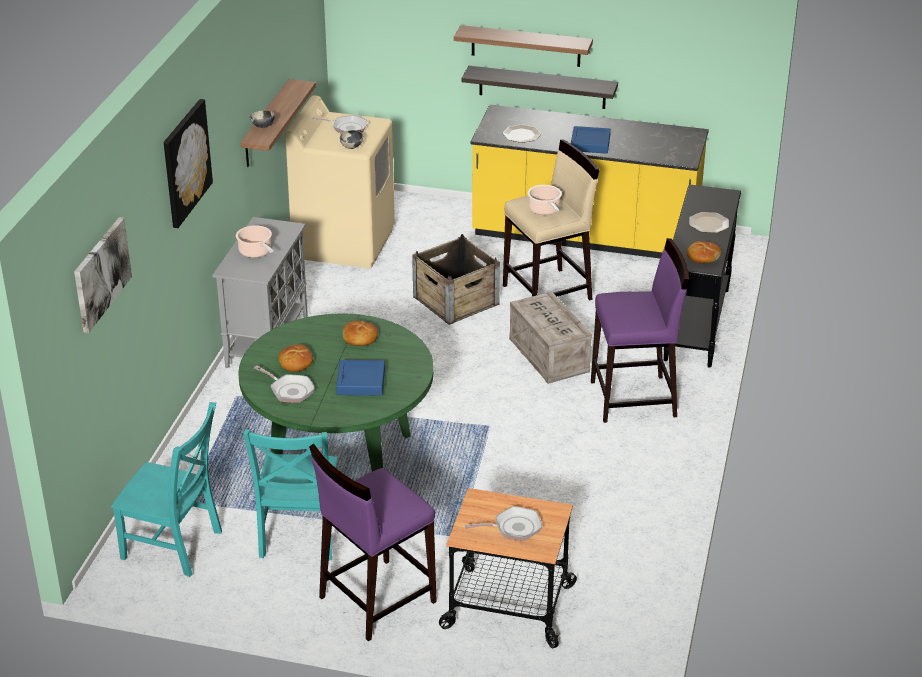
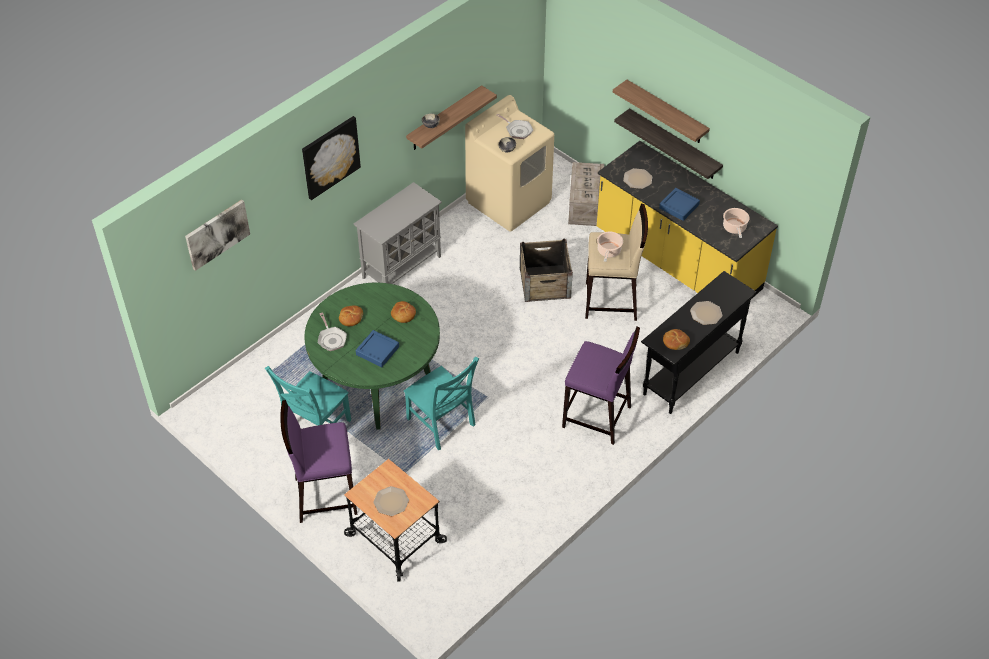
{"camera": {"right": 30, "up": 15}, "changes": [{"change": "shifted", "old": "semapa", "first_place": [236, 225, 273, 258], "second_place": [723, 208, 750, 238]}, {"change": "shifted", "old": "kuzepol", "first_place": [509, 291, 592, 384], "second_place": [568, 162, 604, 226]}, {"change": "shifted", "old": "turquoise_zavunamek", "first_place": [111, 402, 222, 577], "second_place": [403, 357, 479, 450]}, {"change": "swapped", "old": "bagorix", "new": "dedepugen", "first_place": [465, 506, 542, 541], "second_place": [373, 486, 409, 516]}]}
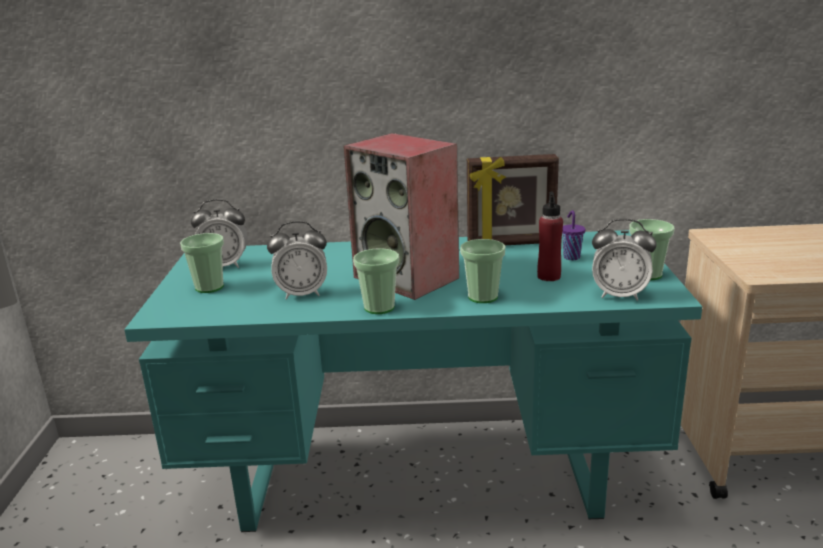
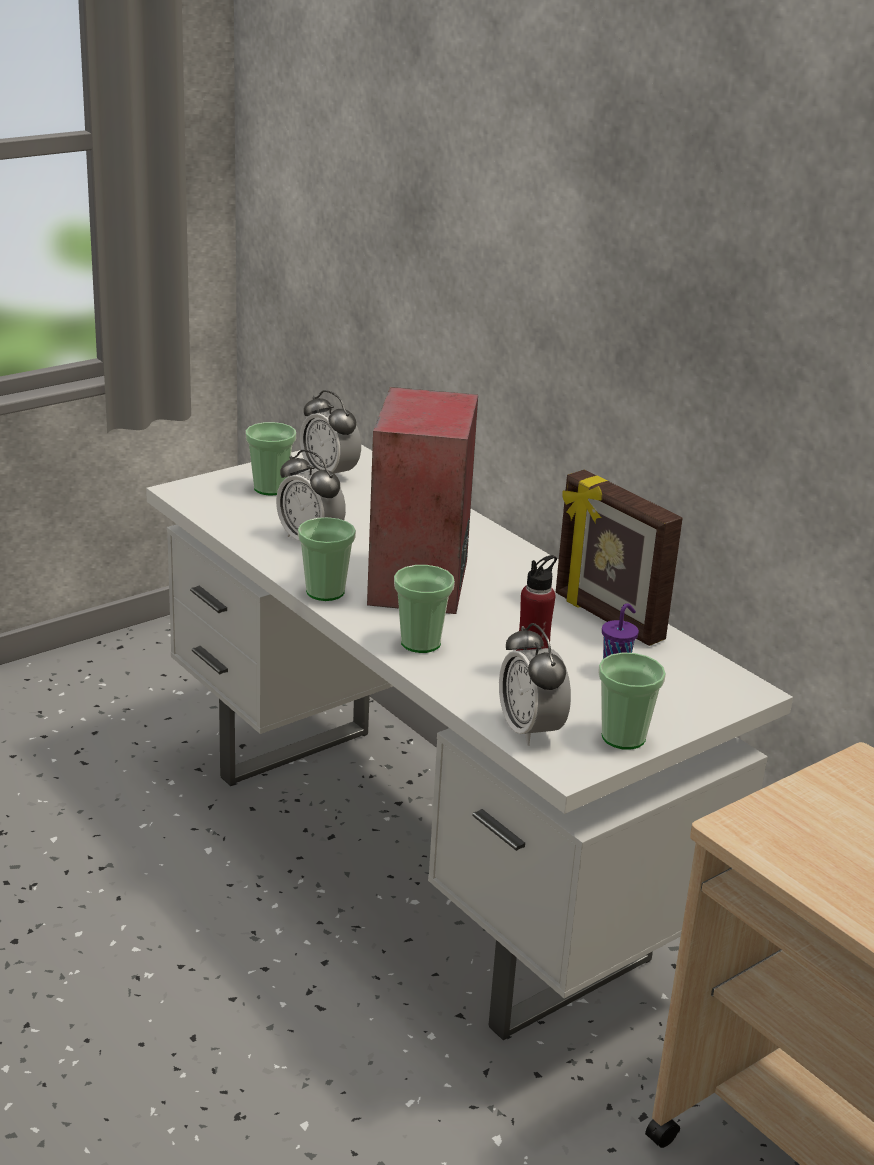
{"camera": {"right": 50, "up": 5}, "changes": [{"change": "repainted", "old": "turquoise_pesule", "new": "white_pesule", "first_place": [124, 230, 702, 532], "second_place": [146, 444, 793, 1040]}]}
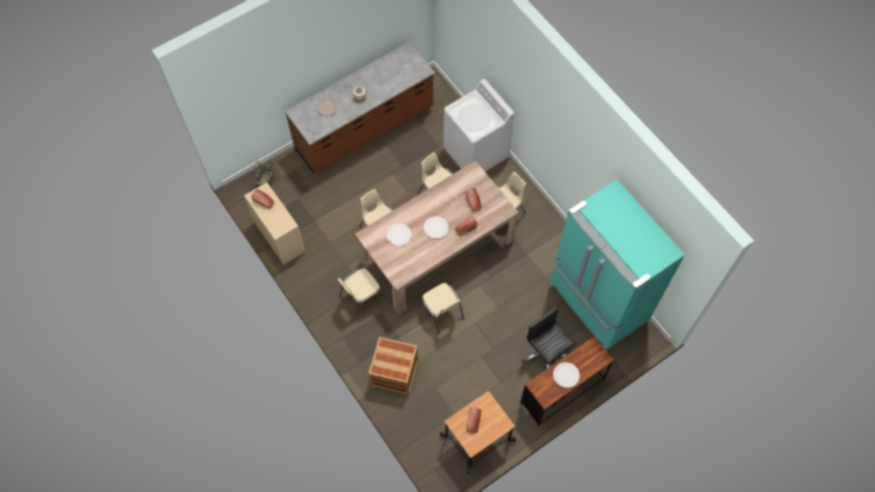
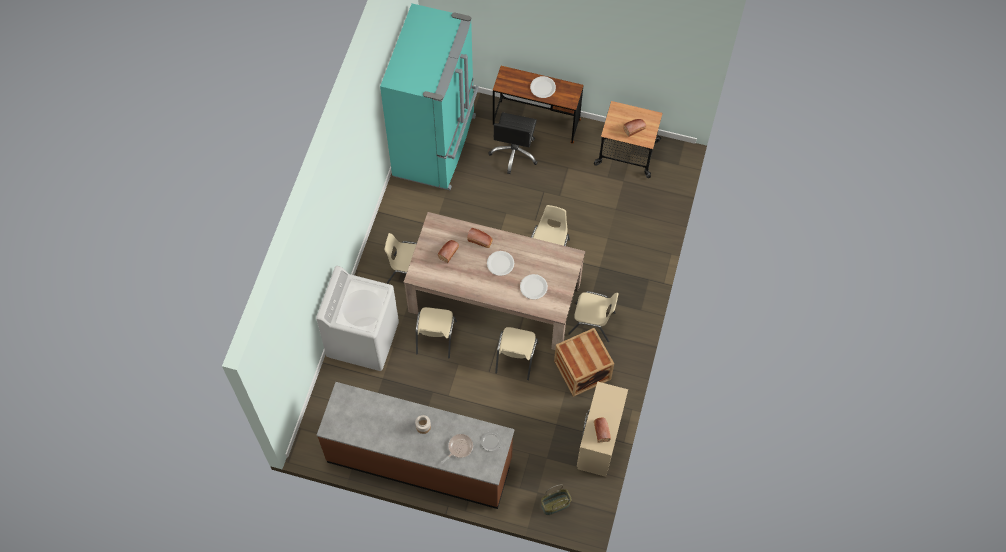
{"camera": {"right": -130, "up": 0}, "changes": [{"change": "shifted", "old": "kuzepol", "first_place": [368, 337, 418, 395], "second_place": [554, 328, 614, 397]}]}
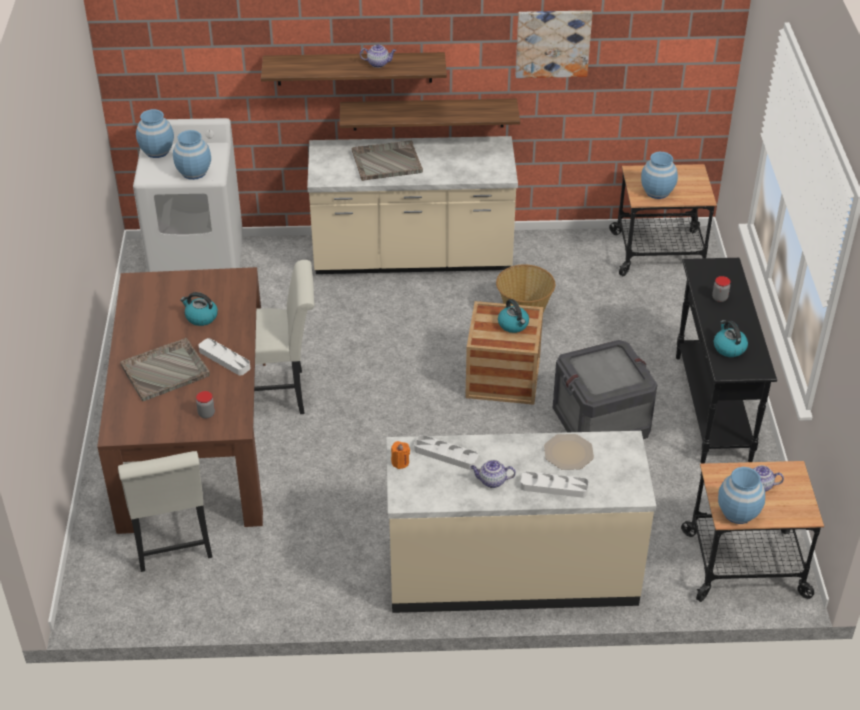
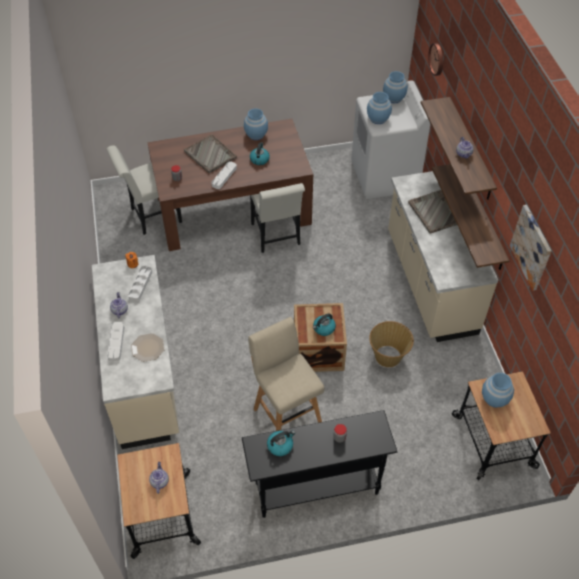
{"camera": {"right": 80, "up": 10}, "changes": [{"change": "swapped", "old": "kuzepol", "new": "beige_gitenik", "first_place": [553, 340, 658, 439], "second_place": [248, 317, 324, 431]}, {"change": "shifted", "old": "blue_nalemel", "first_place": [718, 467, 765, 524], "second_place": [244, 109, 268, 140]}, {"change": "new", "new": "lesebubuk", "second_place": [428, 43, 443, 76]}]}
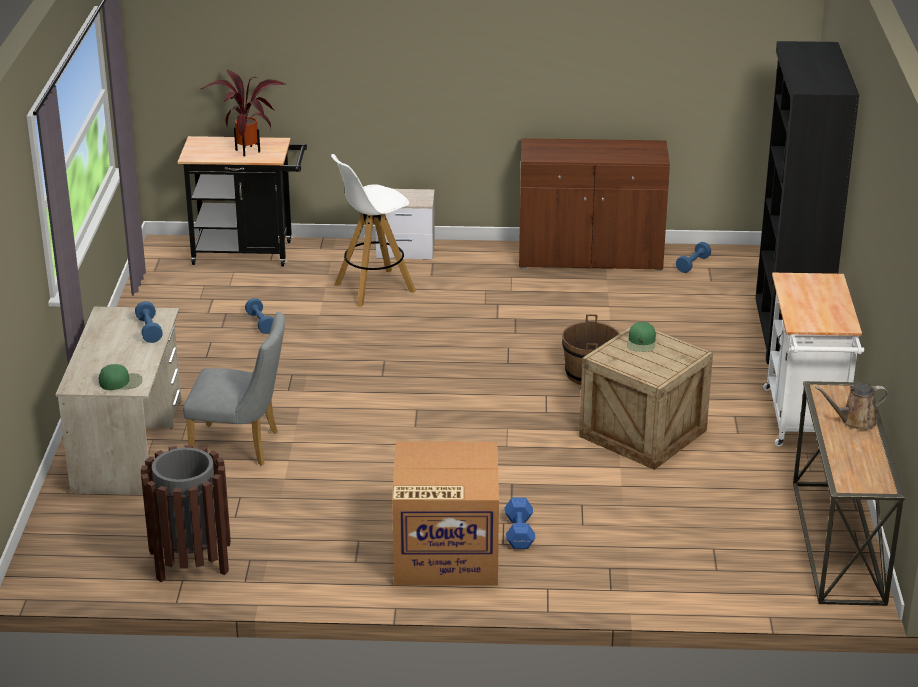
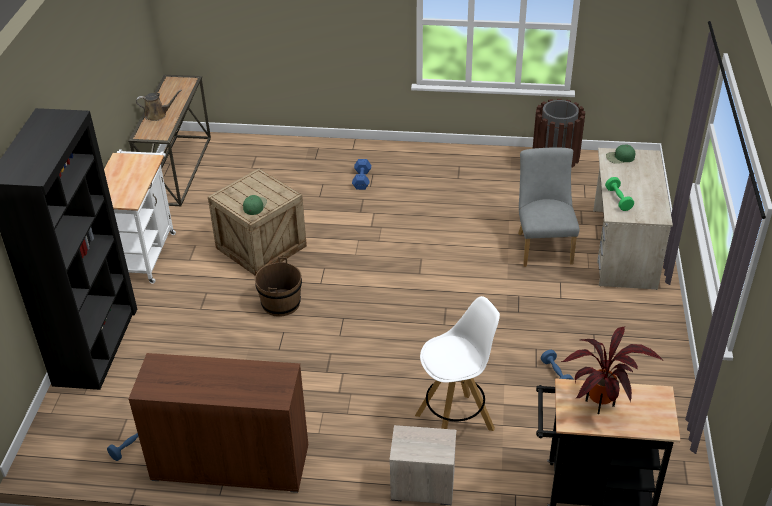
{"camera": {"right": -175, "up": 10}, "changes": [{"change": "repainted", "old": "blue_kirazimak", "new": "green_kirazimak", "first_place": [135, 301, 163, 343], "second_place": [605, 177, 634, 211]}, {"change": "rotated", "old": "grey_zavunamek", "first_place": [183, 311, 285, 466], "second_place": [518, 148, 579, 267], "degrees": 75}, {"change": "gone", "old": "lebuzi", "first_place": [392, 442, 499, 585]}]}
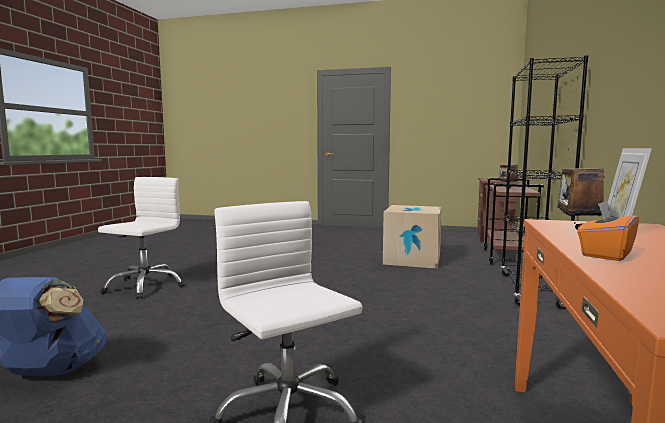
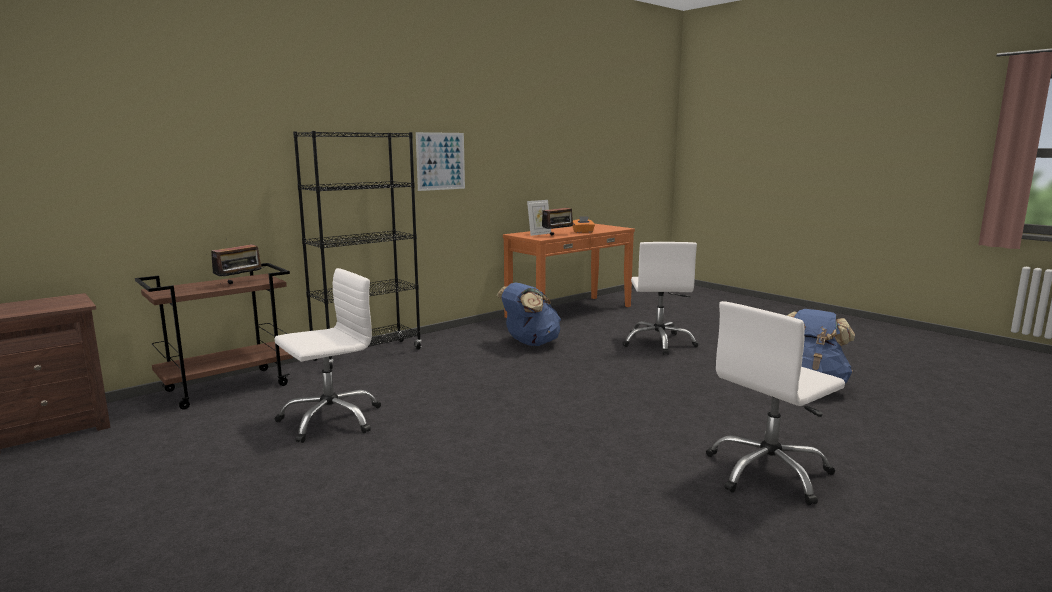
{"camera": {"right": -145, "up": 5}, "changes": [{"change": "swapped", "old": "lebuzi", "new": "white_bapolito", "first_place": [383, 205, 442, 269], "second_place": [274, 268, 381, 443]}, {"change": "new", "new": "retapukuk", "second_place": [416, 132, 465, 191]}, {"change": "new", "new": "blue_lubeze", "second_place": [497, 282, 561, 346]}]}
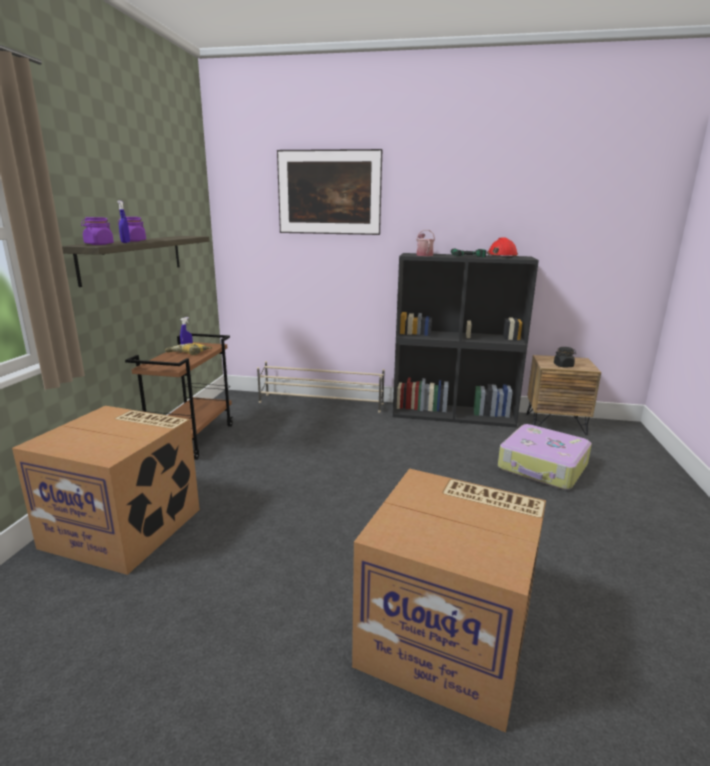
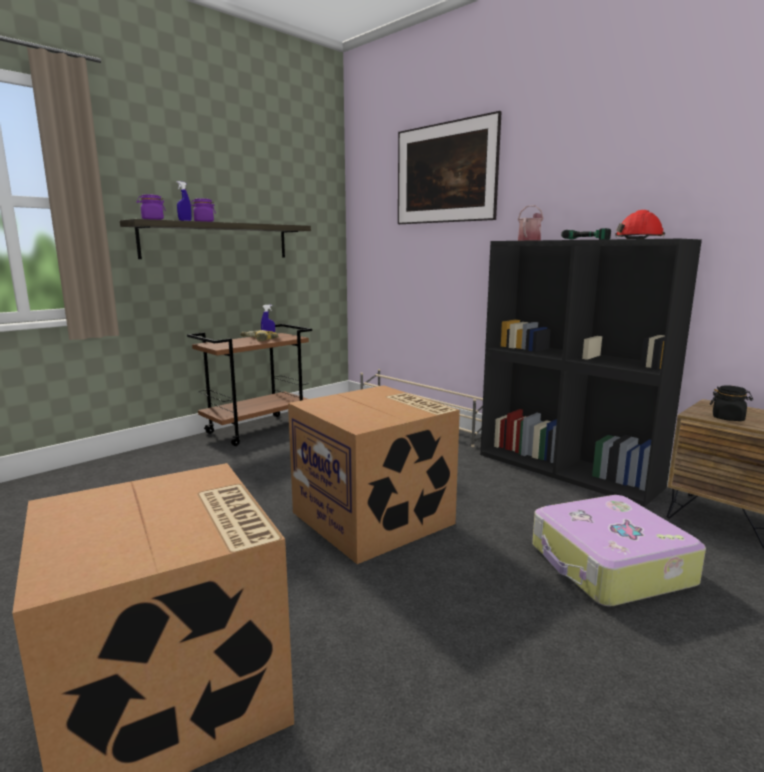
{"camera": {"right": 35, "up": -5}, "changes": [{"change": "shifted", "old": "lebuzi", "first_place": [12, 406, 200, 575], "second_place": [288, 385, 460, 564]}]}
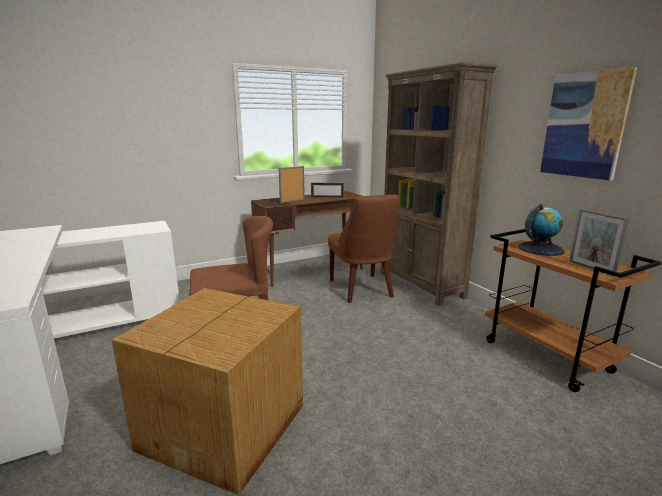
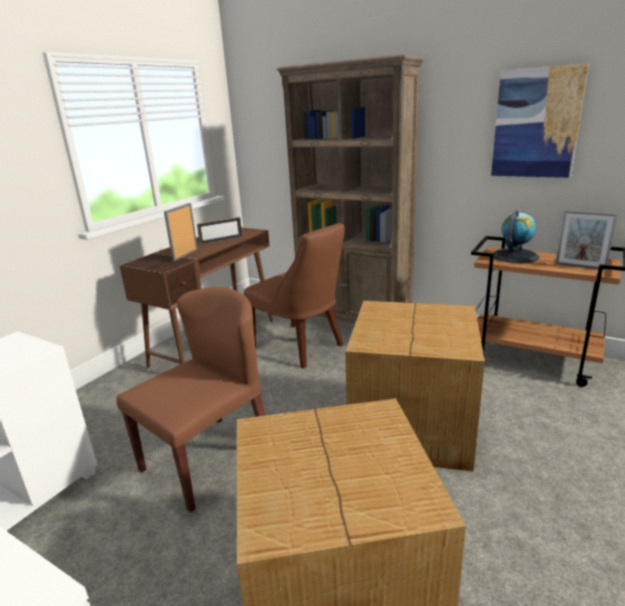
{"camera": {"right": -30, "up": 5}, "changes": [{"change": "new", "new": "lebuzi", "second_place": [345, 301, 485, 472]}]}
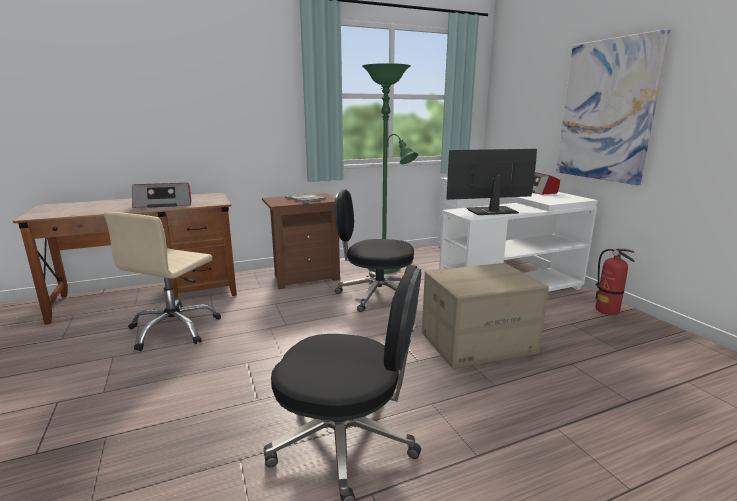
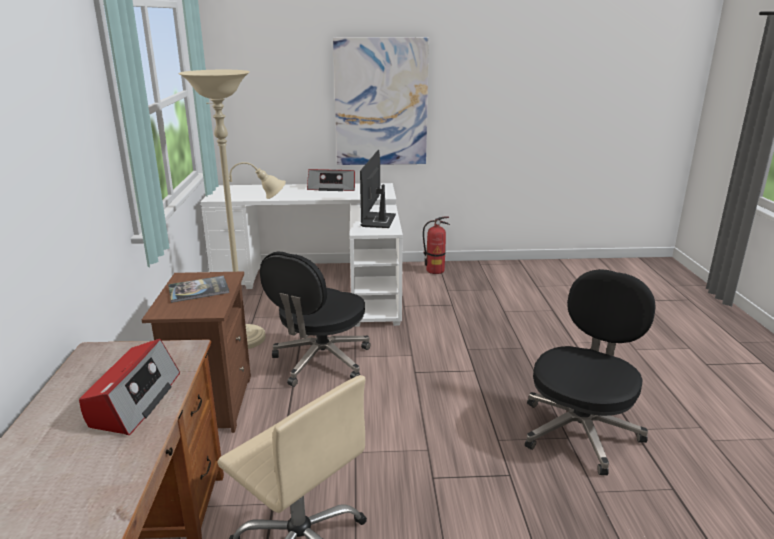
{"camera": {"right": -70, "up": 5}, "changes": [{"change": "repainted", "old": "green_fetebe", "new": "beige_fetebe", "first_place": [362, 63, 418, 274], "second_place": [178, 70, 286, 349]}, {"change": "gone", "old": "lebuzi", "first_place": [422, 263, 549, 369]}]}
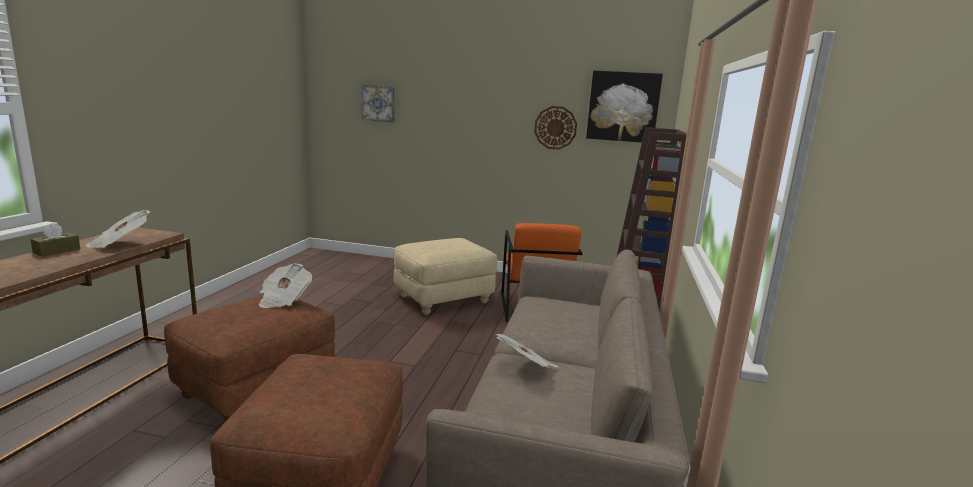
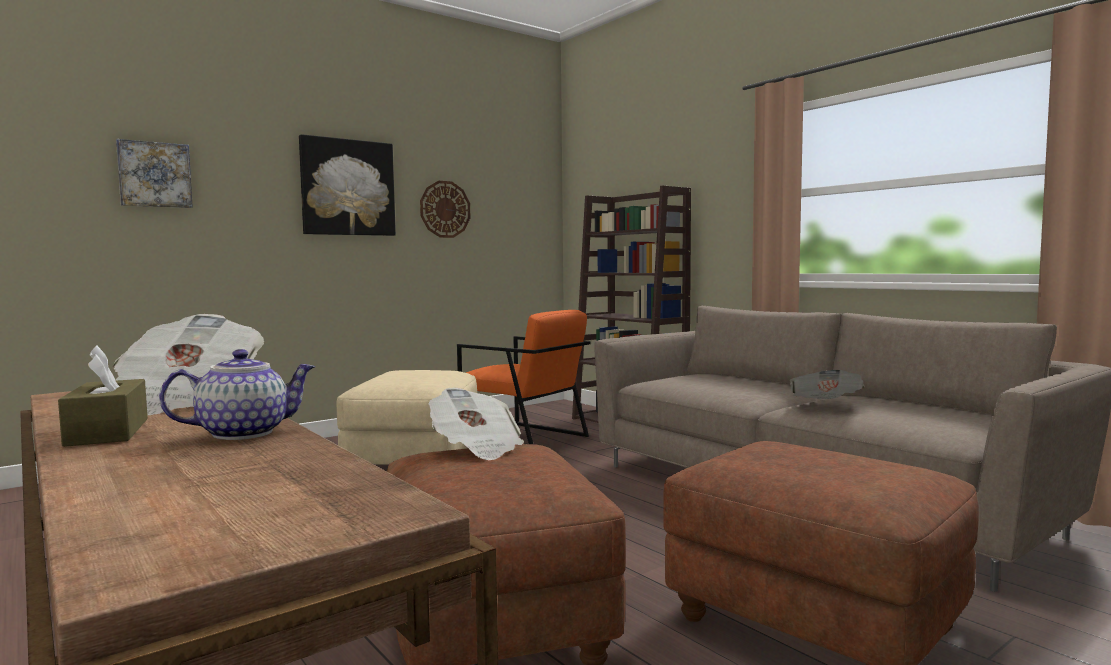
{"camera": {"right": -50, "up": -10}, "changes": [{"change": "shifted", "old": "retapukuk", "first_place": [586, 71, 663, 143], "second_place": [299, 134, 396, 236]}, {"change": "new", "new": "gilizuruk", "second_place": [159, 349, 316, 440]}]}
